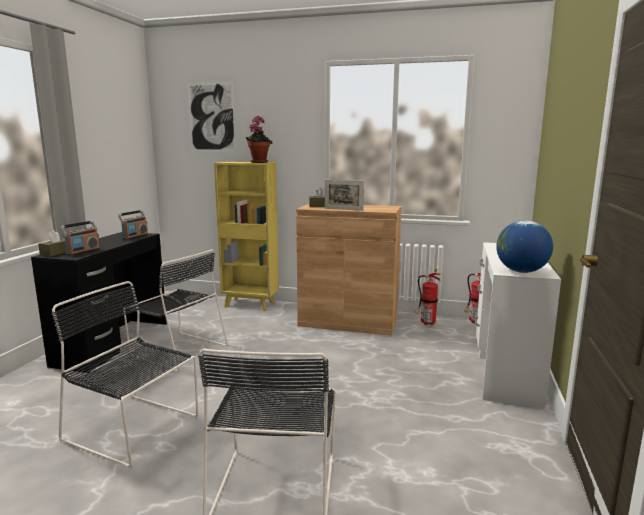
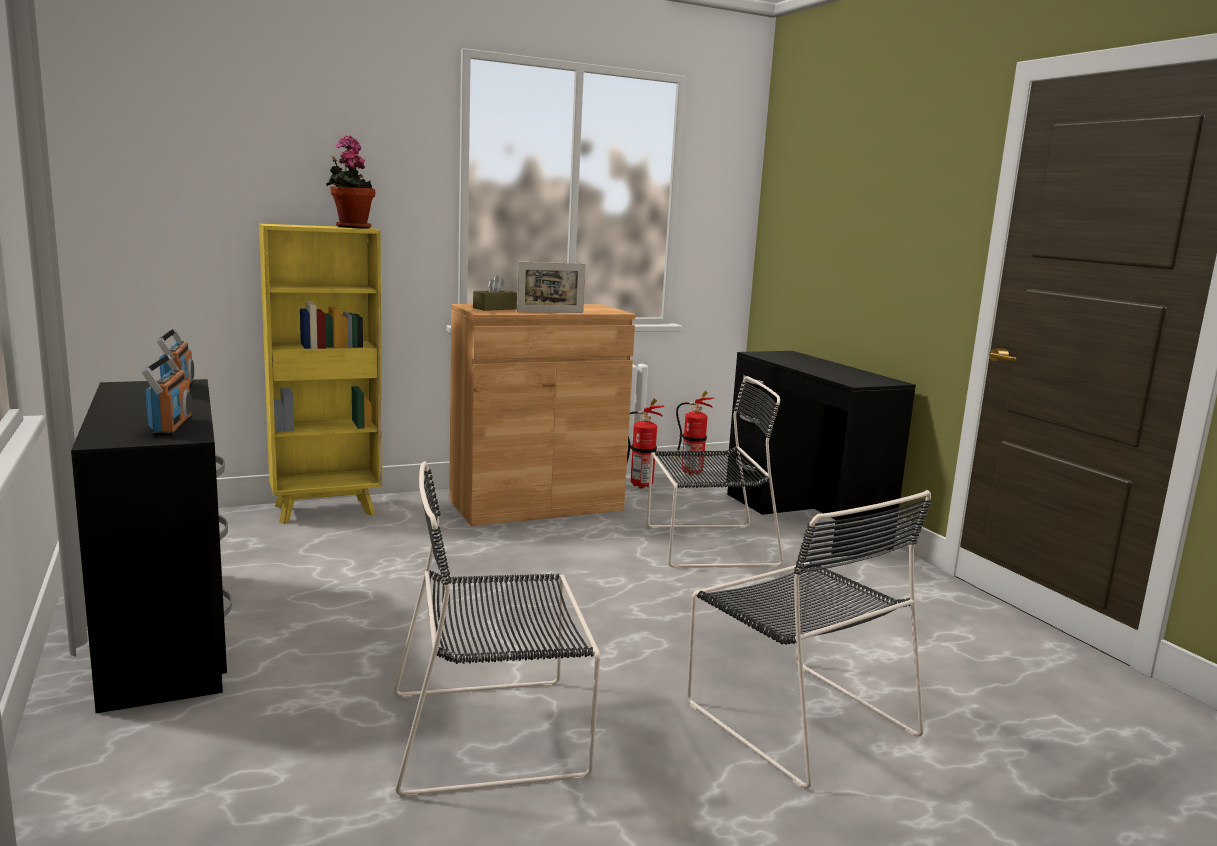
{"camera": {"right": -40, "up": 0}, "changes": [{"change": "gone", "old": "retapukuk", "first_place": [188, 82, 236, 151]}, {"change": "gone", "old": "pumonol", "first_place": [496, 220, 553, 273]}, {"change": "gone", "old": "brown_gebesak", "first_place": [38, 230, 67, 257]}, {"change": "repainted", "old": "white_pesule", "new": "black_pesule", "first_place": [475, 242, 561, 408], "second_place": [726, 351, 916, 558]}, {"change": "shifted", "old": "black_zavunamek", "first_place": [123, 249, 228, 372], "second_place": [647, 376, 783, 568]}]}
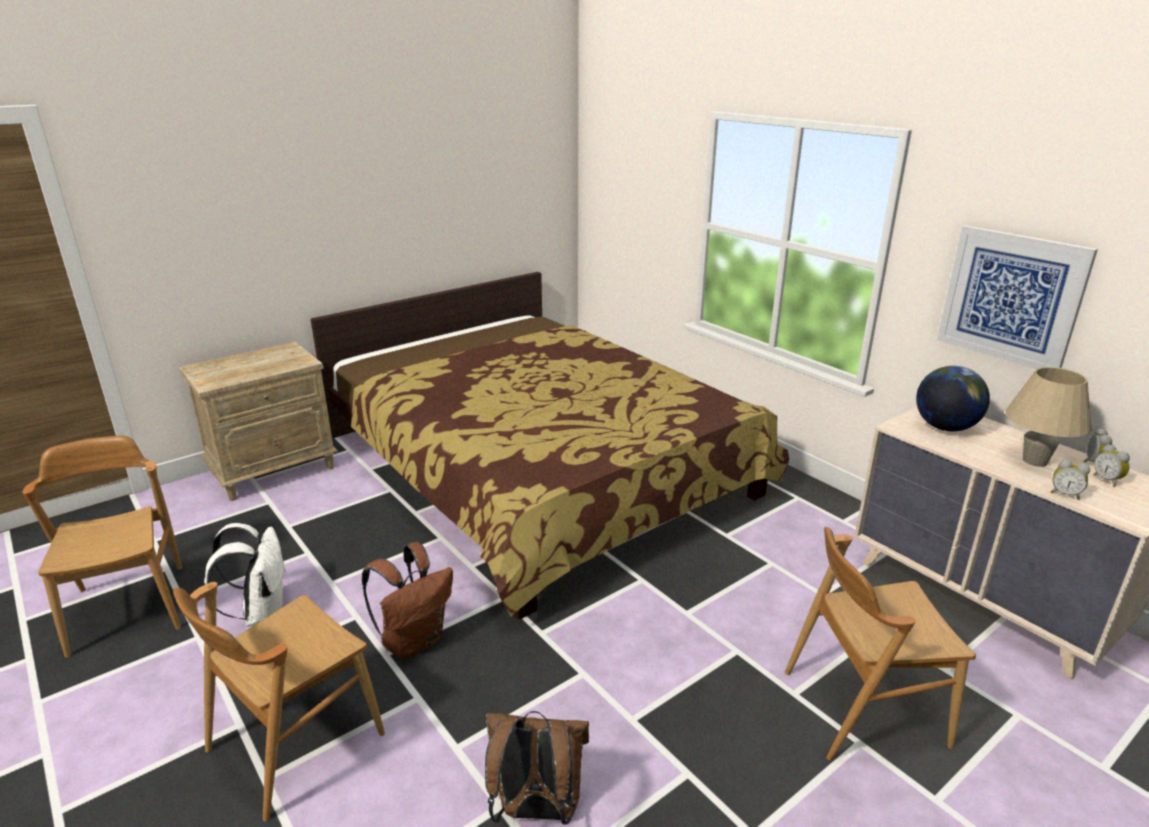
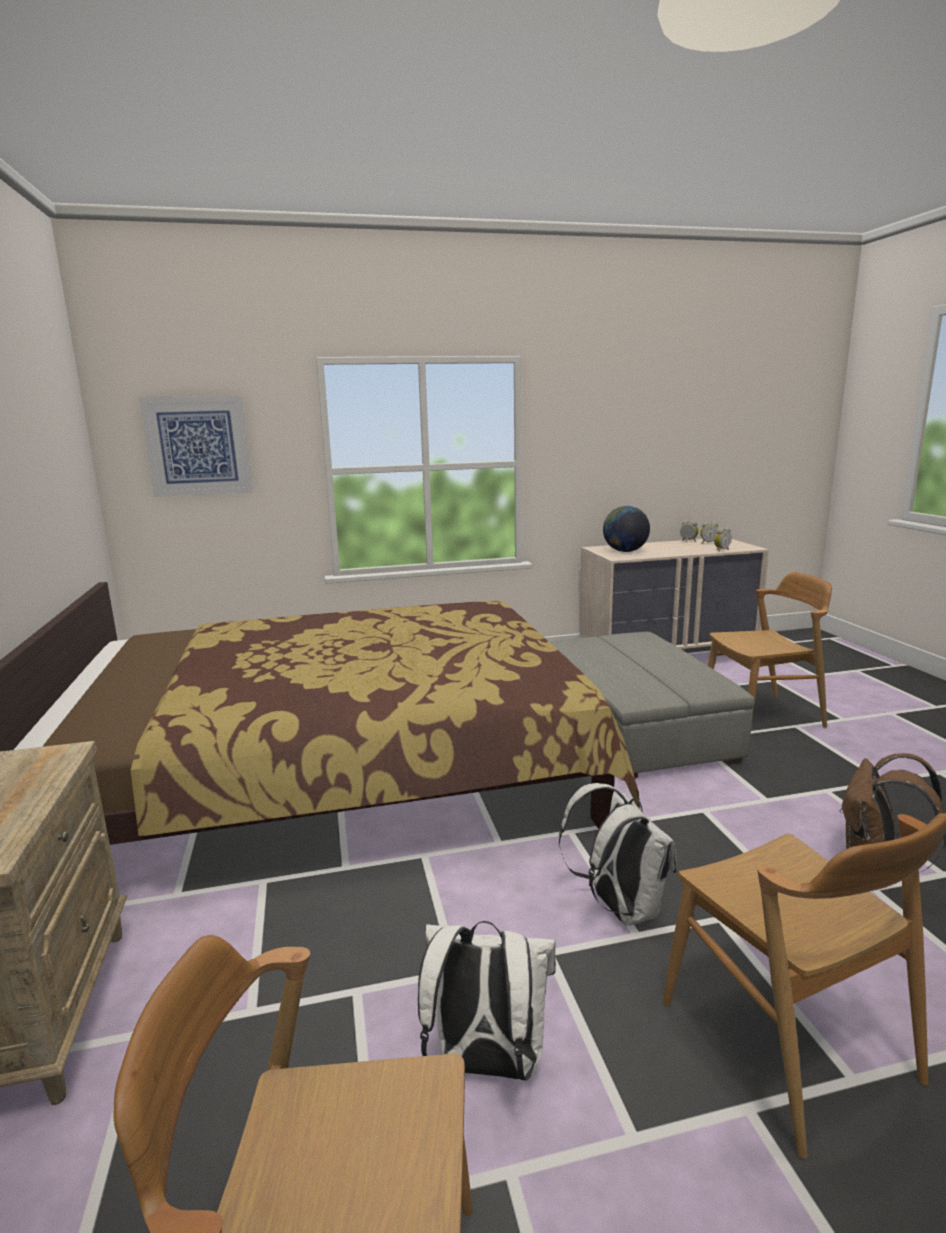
{"camera": {"right": -65, "up": -10}, "changes": [{"change": "shifted", "old": "retapukuk", "first_place": [937, 225, 1098, 369], "second_place": [139, 396, 253, 497]}, {"change": "gone", "old": "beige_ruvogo", "first_place": [1006, 367, 1092, 467]}, {"change": "rotated", "old": "brown_zavunamek", "first_place": [785, 527, 976, 761], "second_place": [708, 572, 832, 728], "degrees": -120}, {"change": "repainted", "old": "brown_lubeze", "new": "white_lubeze", "first_place": [362, 542, 453, 659], "second_place": [559, 783, 677, 926]}, {"change": "new", "new": "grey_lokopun", "second_place": [549, 632, 755, 778]}]}
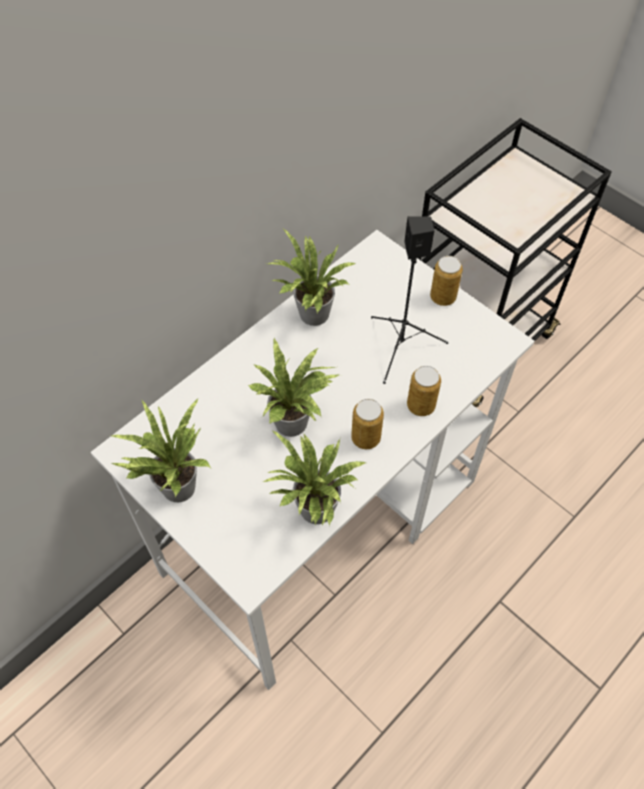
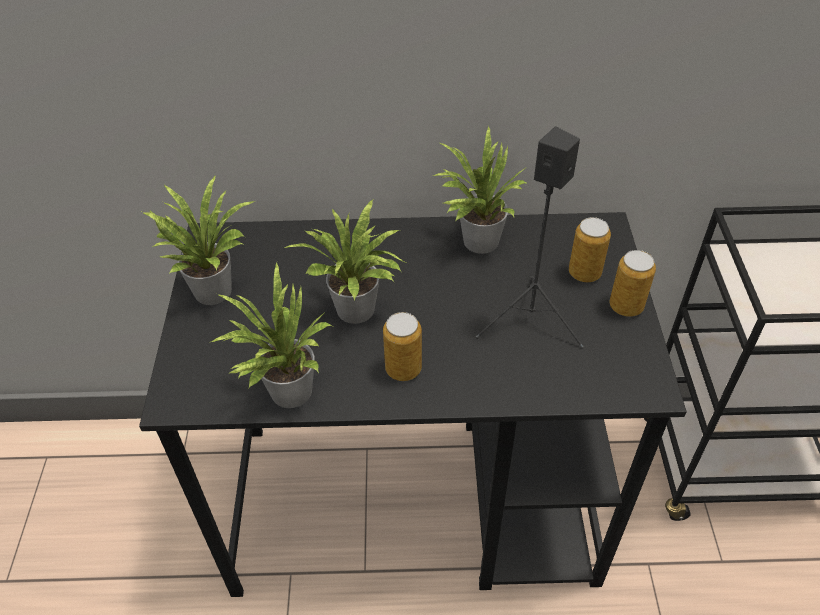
{"camera": {"right": 45, "up": -10}, "changes": [{"change": "repainted", "old": "white_pesule", "new": "black_pesule", "first_place": [91, 230, 535, 690], "second_place": [139, 212, 687, 597]}, {"change": "shifted", "old": "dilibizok", "first_place": [407, 366, 441, 416], "second_place": [569, 217, 611, 282]}]}
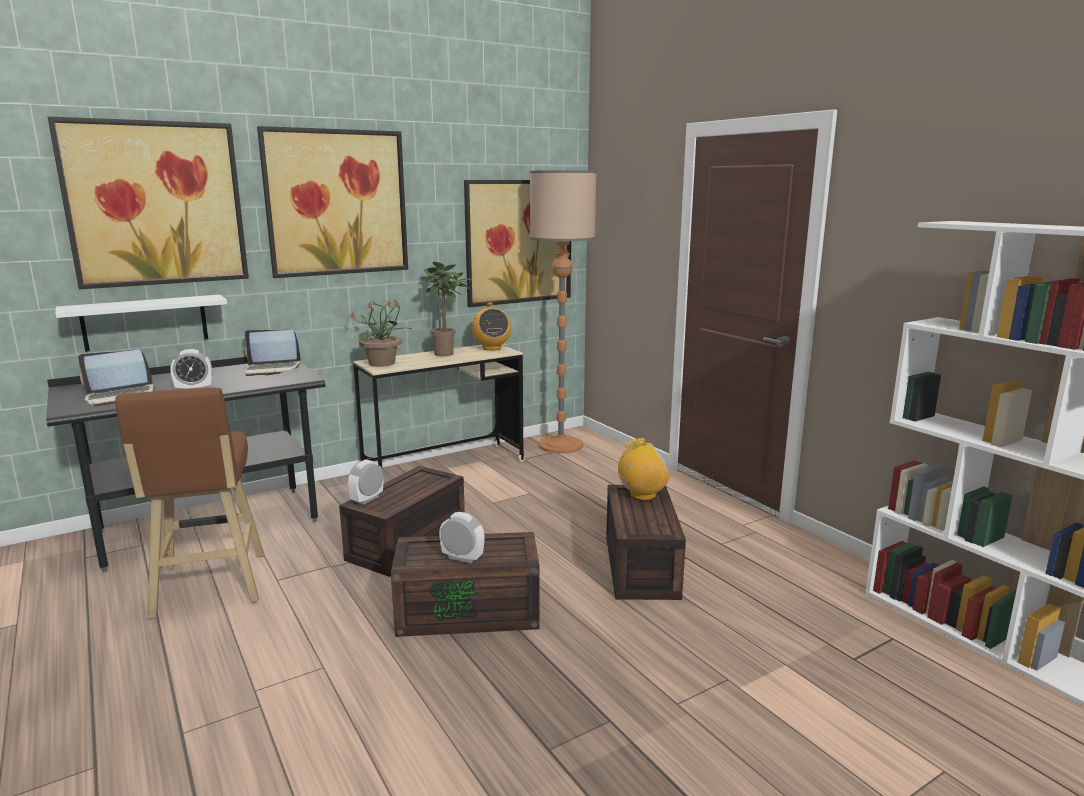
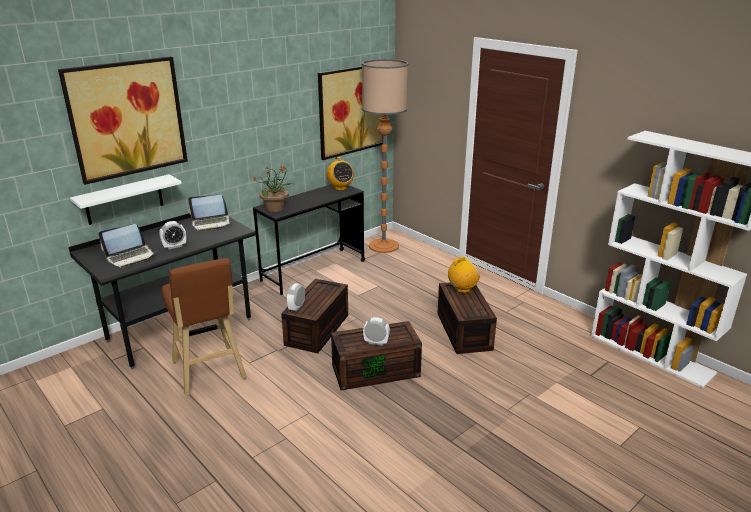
{"camera": {"right": -10, "up": 10}, "changes": [{"change": "gone", "old": "retapukuk", "first_place": [257, 126, 408, 278]}, {"change": "gone", "old": "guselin", "first_place": [421, 262, 472, 356]}, {"change": "repainted", "old": "beige_pesule", "new": "black_pesule", "first_place": [353, 345, 525, 470], "second_place": [253, 185, 365, 295]}]}
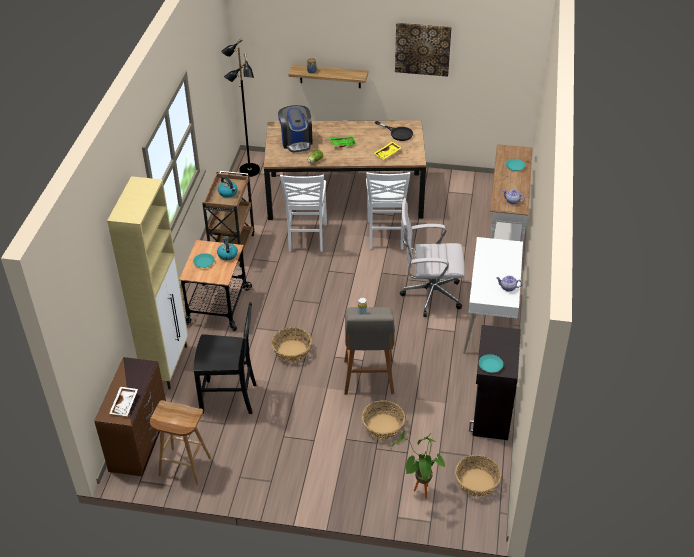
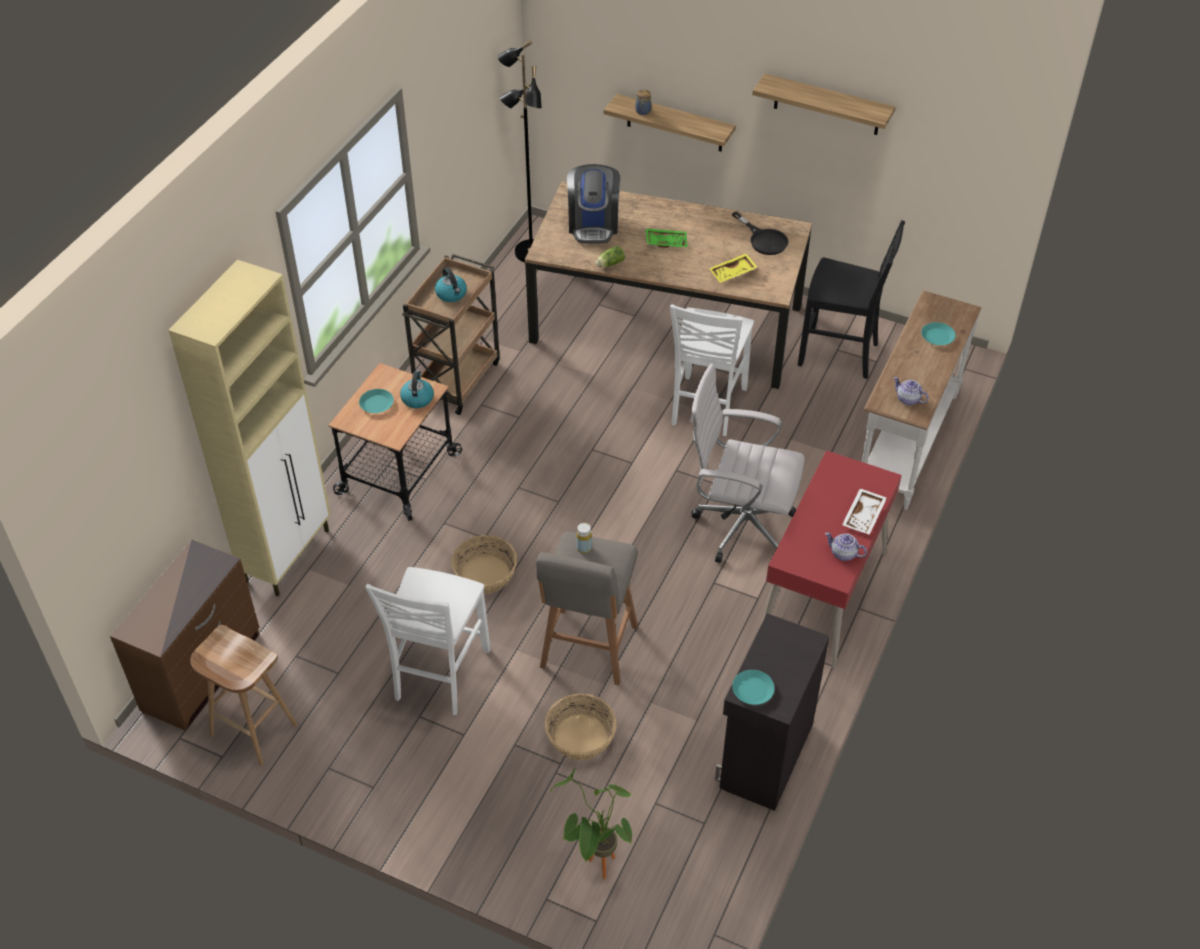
{"camera": {"right": 15, "up": 5}, "changes": [{"change": "swapped", "old": "retapukuk", "new": "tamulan", "first_place": [395, 22, 452, 77], "second_place": [752, 74, 896, 135]}, {"change": "shifted", "old": "white_zavunamek", "first_place": [280, 175, 327, 252], "second_place": [365, 567, 490, 715]}, {"change": "repainted", "old": "white_pesule", "new": "red_pesule", "first_place": [463, 237, 523, 354], "second_place": [761, 450, 902, 669]}, {"change": "shifted", "old": "black_zavunamek", "first_place": [194, 302, 257, 414], "second_place": [798, 220, 905, 379]}, {"change": "shifted", "old": "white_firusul", "first_place": [109, 387, 138, 416], "second_place": [842, 488, 887, 535]}, {"change": "gone", "old": "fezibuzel", "first_place": [455, 455, 501, 497]}]}
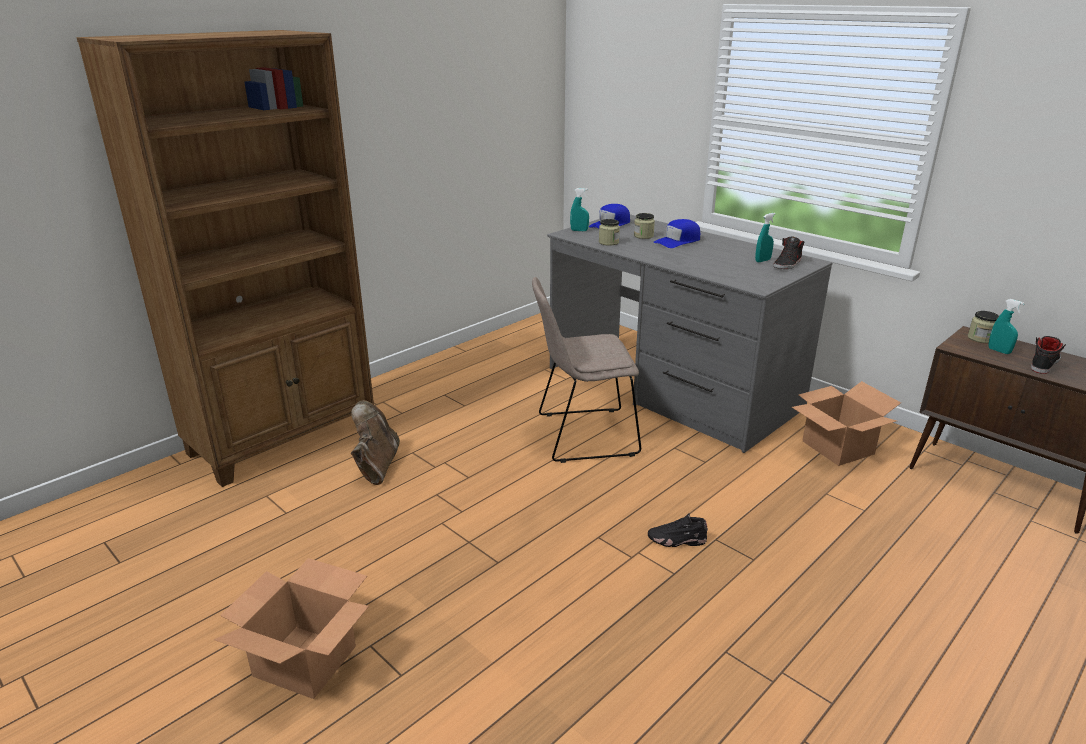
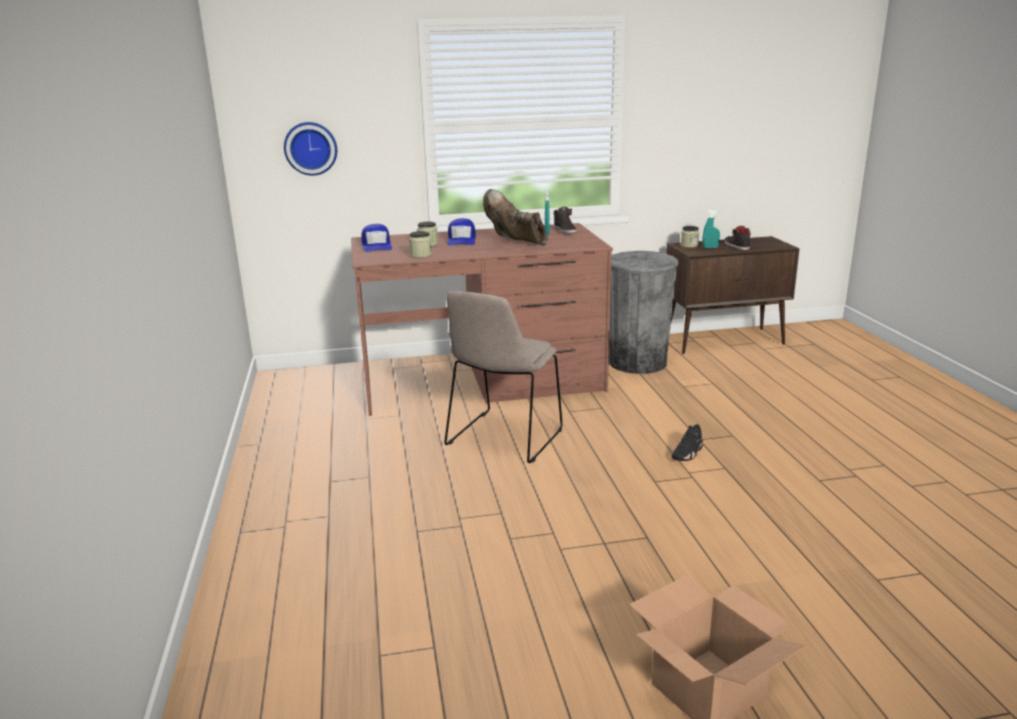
{"camera": {"right": -55, "up": -5}, "changes": [{"change": "gone", "old": "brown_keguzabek", "first_place": [76, 30, 374, 487]}, {"change": "gone", "old": "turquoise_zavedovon", "first_place": [570, 188, 589, 231]}, {"change": "repainted", "old": "grey_pesule", "new": "brown_pesule", "first_place": [547, 214, 832, 453], "second_place": [351, 223, 613, 416]}, {"change": "swapped", "old": "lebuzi", "new": "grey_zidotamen", "first_place": [792, 381, 901, 466], "second_place": [609, 251, 679, 374]}, {"change": "shifted", "old": "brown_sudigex", "first_place": [351, 400, 400, 485], "second_place": [483, 189, 548, 246]}, {"change": "new", "new": "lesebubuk", "second_place": [284, 122, 337, 176]}]}
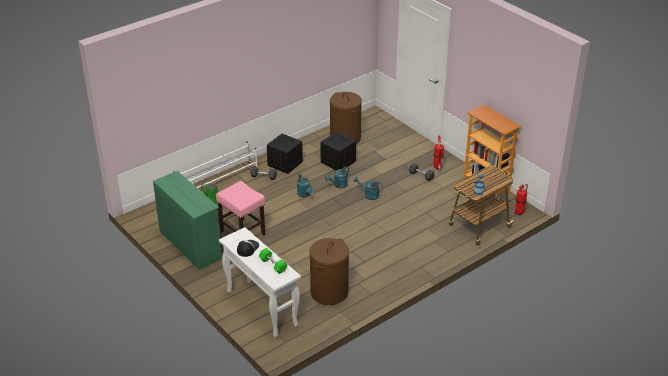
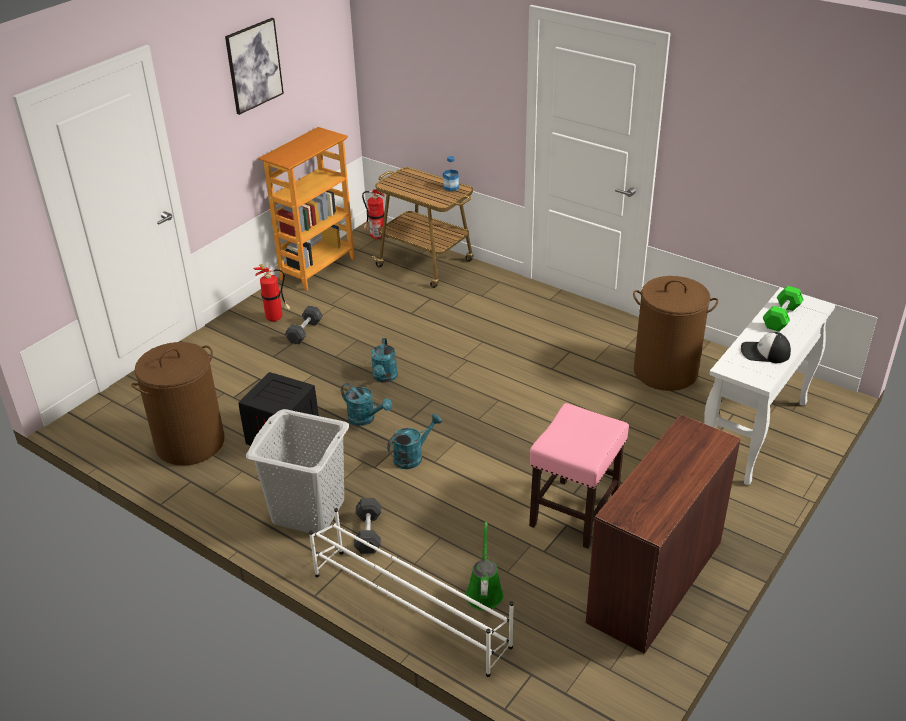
{"camera": {"right": -105, "up": 0}, "changes": [{"change": "swapped", "old": "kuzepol", "new": "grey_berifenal", "first_place": [267, 134, 303, 174], "second_place": [246, 409, 349, 535]}, {"change": "repainted", "old": "green_pesule", "new": "brown_pesule", "first_place": [153, 171, 223, 270], "second_place": [586, 414, 741, 654]}, {"change": "new", "new": "retapukuk", "second_place": [225, 18, 284, 115]}]}
